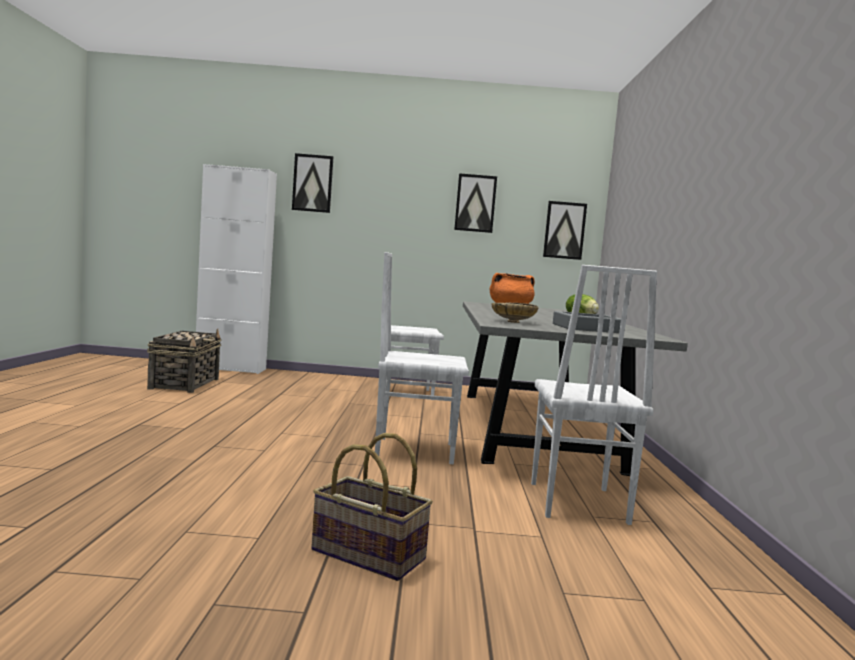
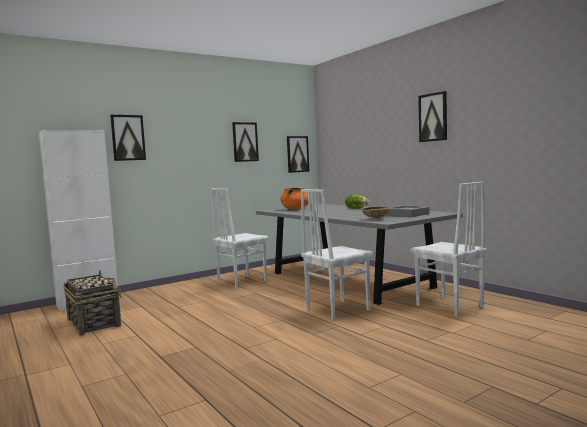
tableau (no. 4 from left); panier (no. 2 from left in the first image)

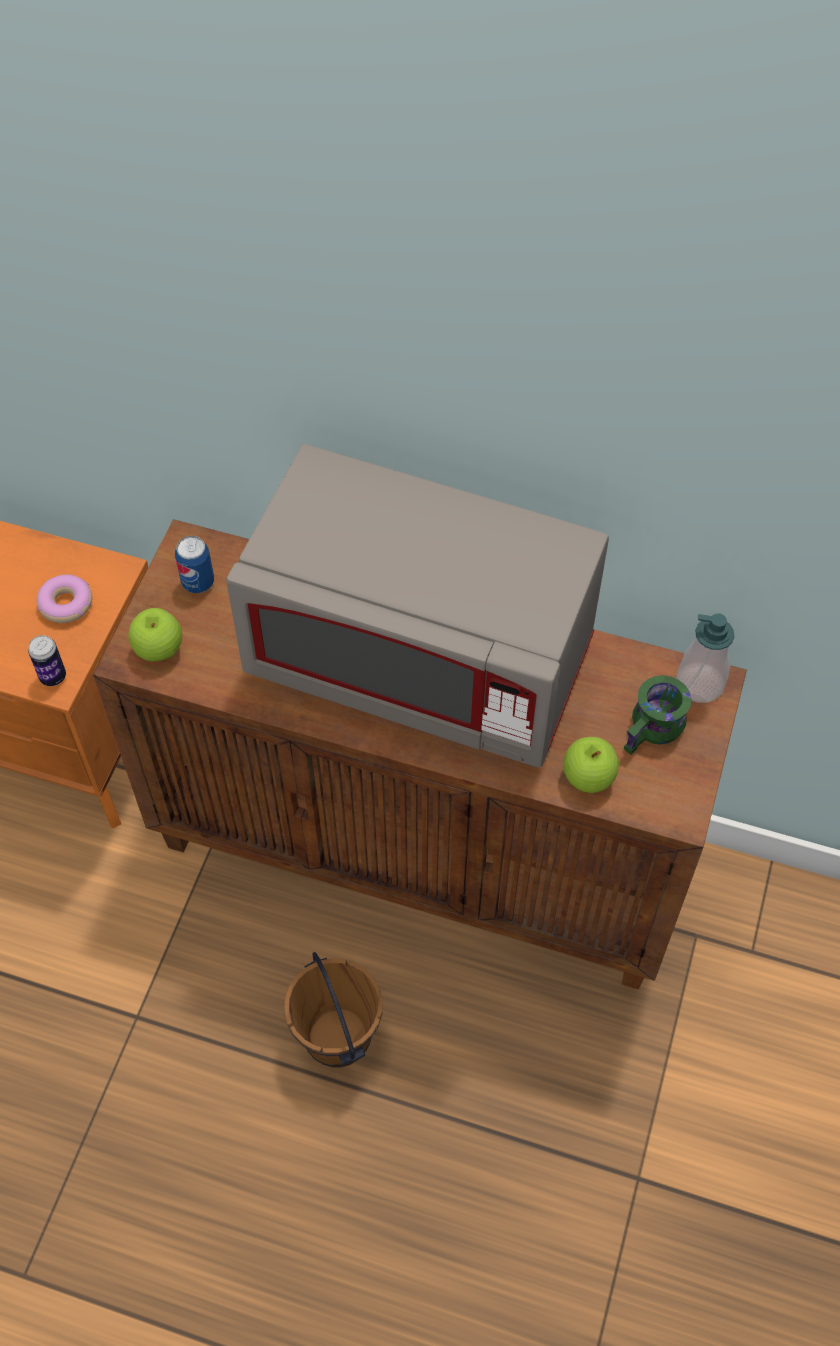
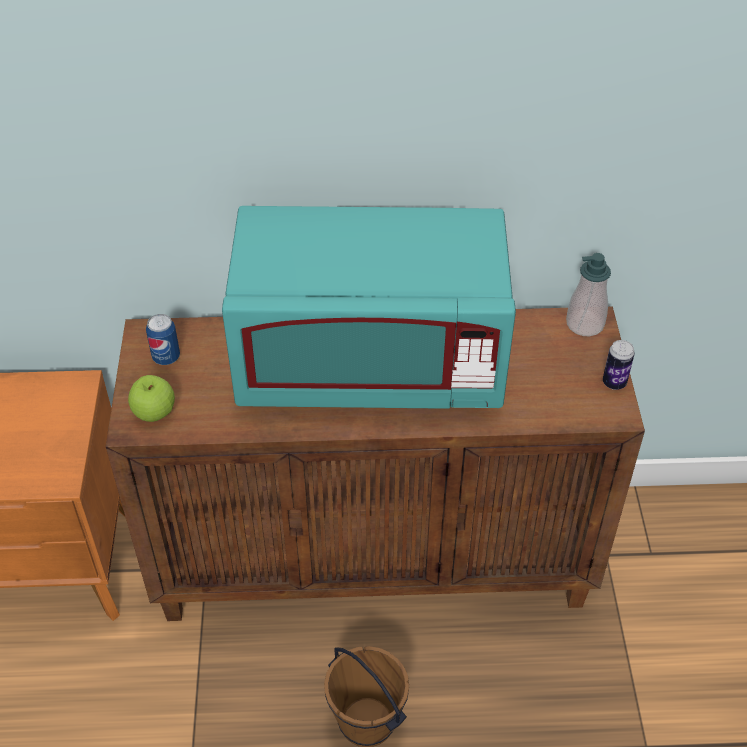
micro-ondes/turquoise; boîte métallique (no. 2 from left); beignet; pomme (no. 2 from left in the first image); mug/vert

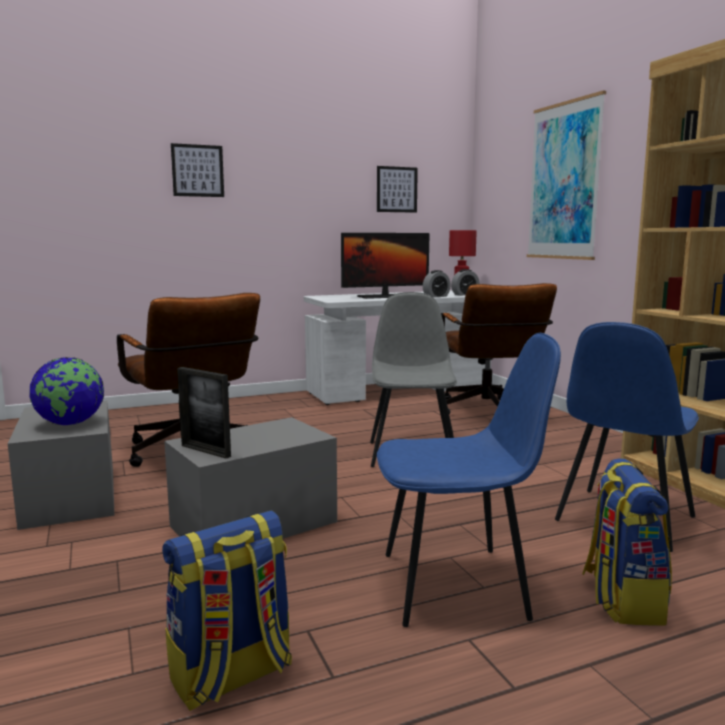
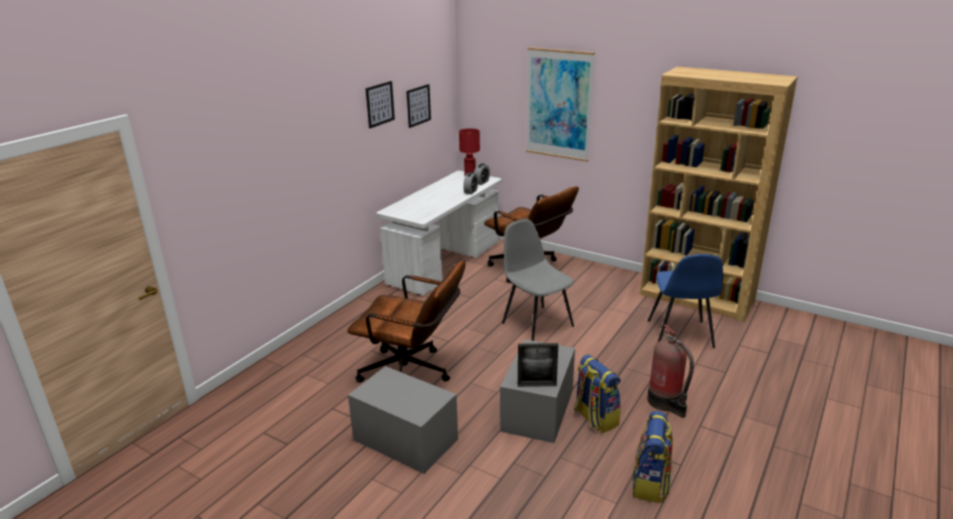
tableau (no. 1 from left); sac à dos (no. 1 from left); extincteur; globe; écran d'ordinateur

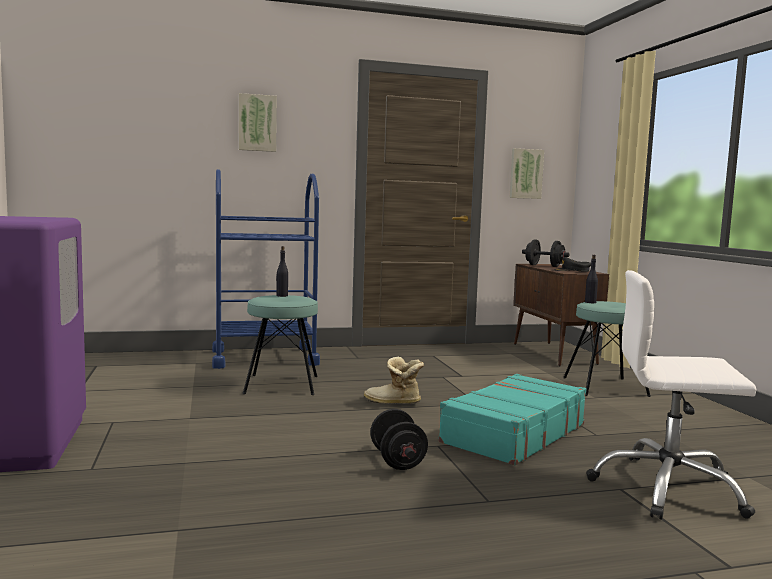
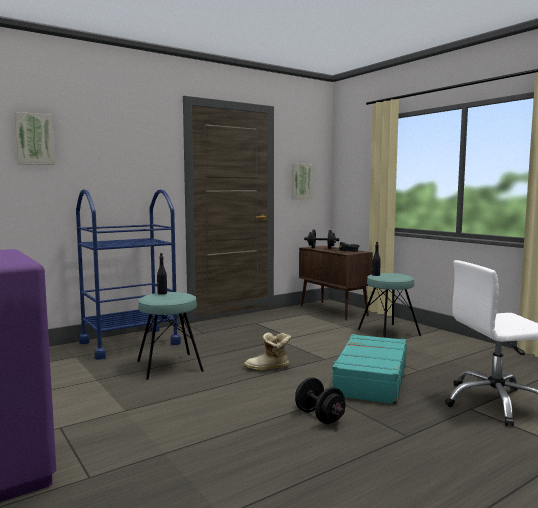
tableau (no. 1 from left)

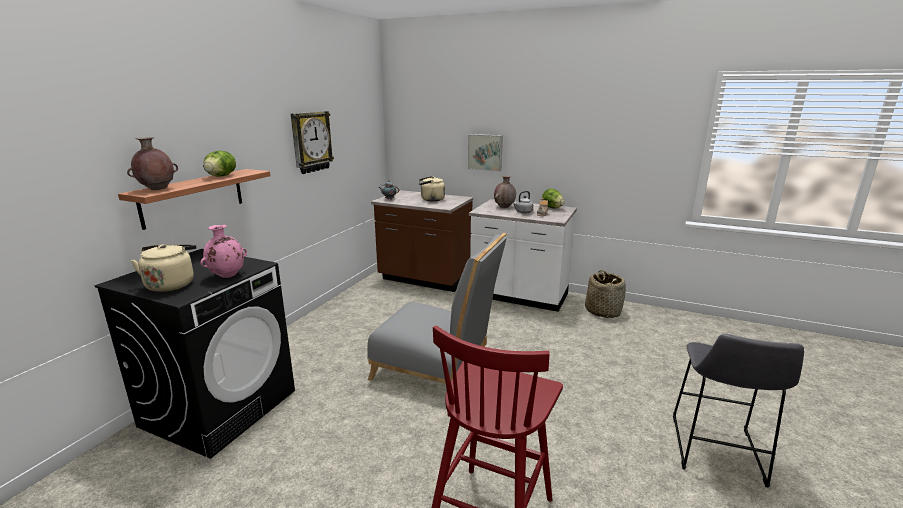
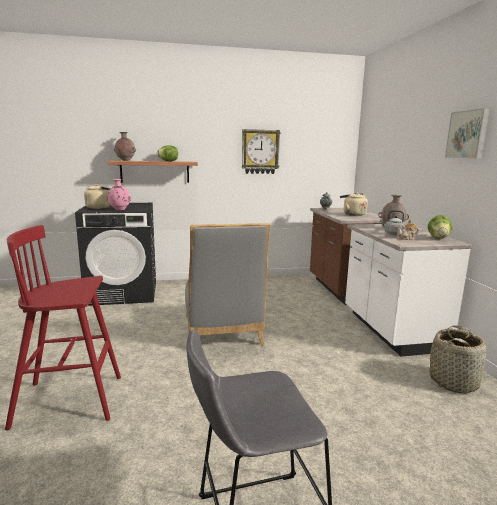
tableau

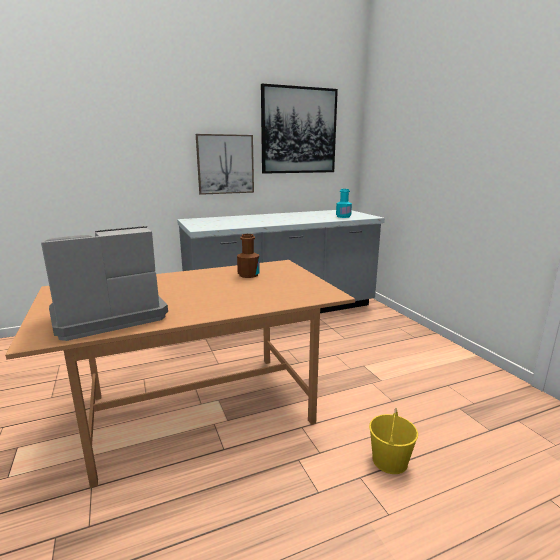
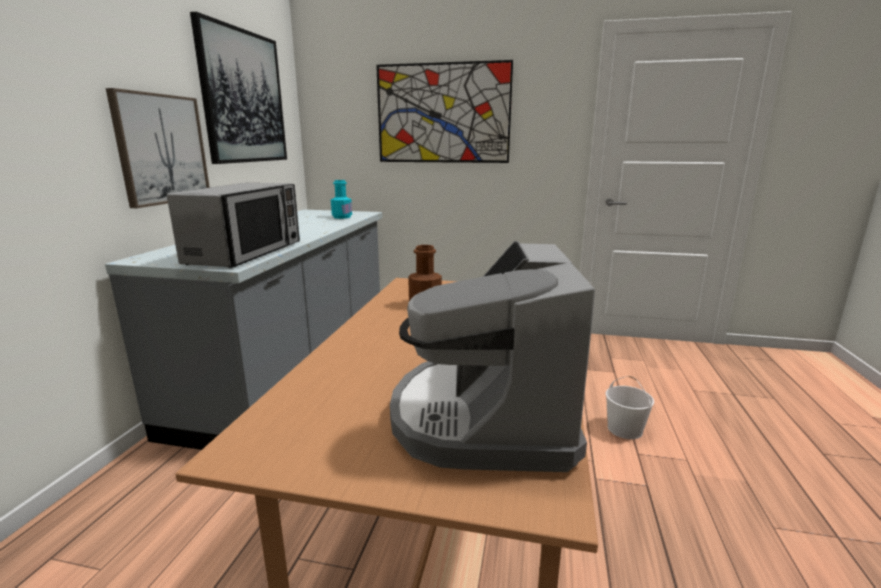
micro-ondes; tableau (no. 3 from left); seau/blanc

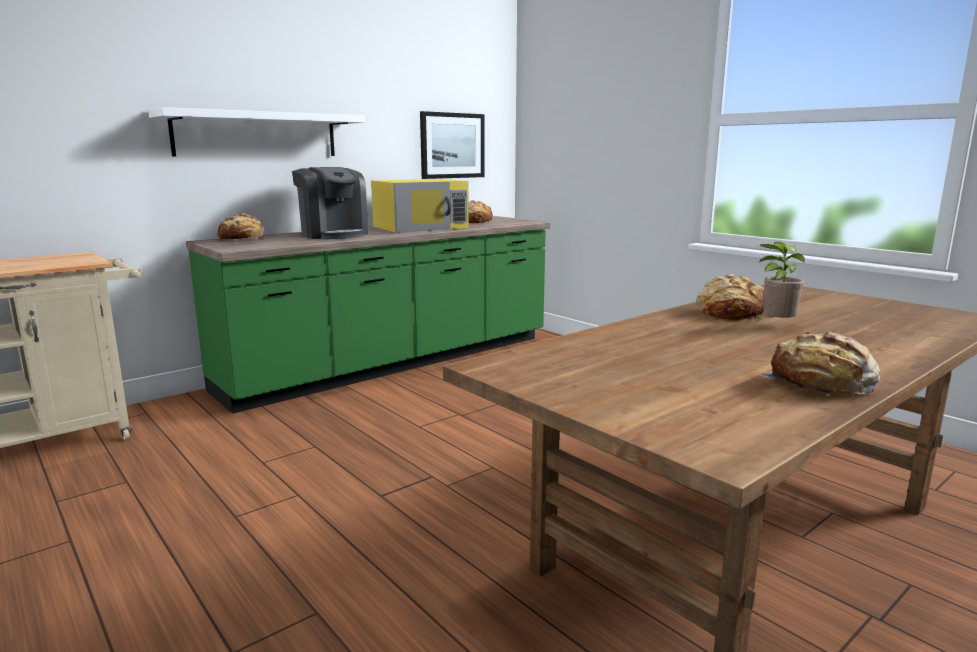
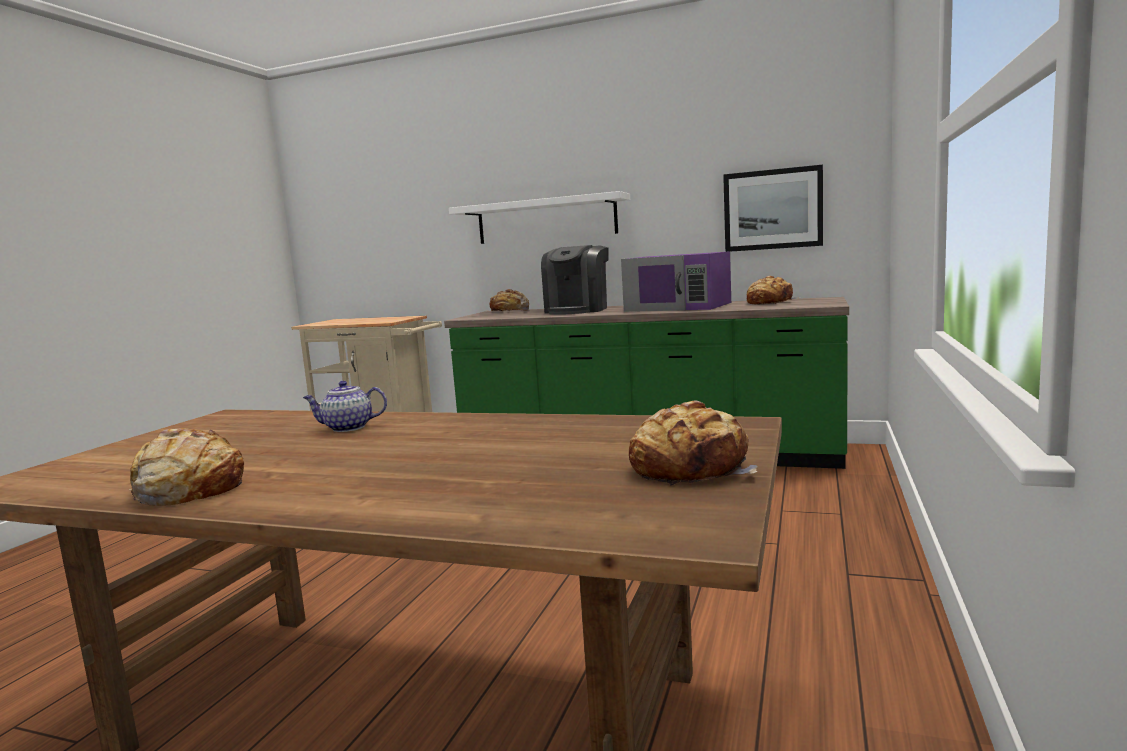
théière; micro-ondes/violet; pain (no. 3 from left); plante en pot

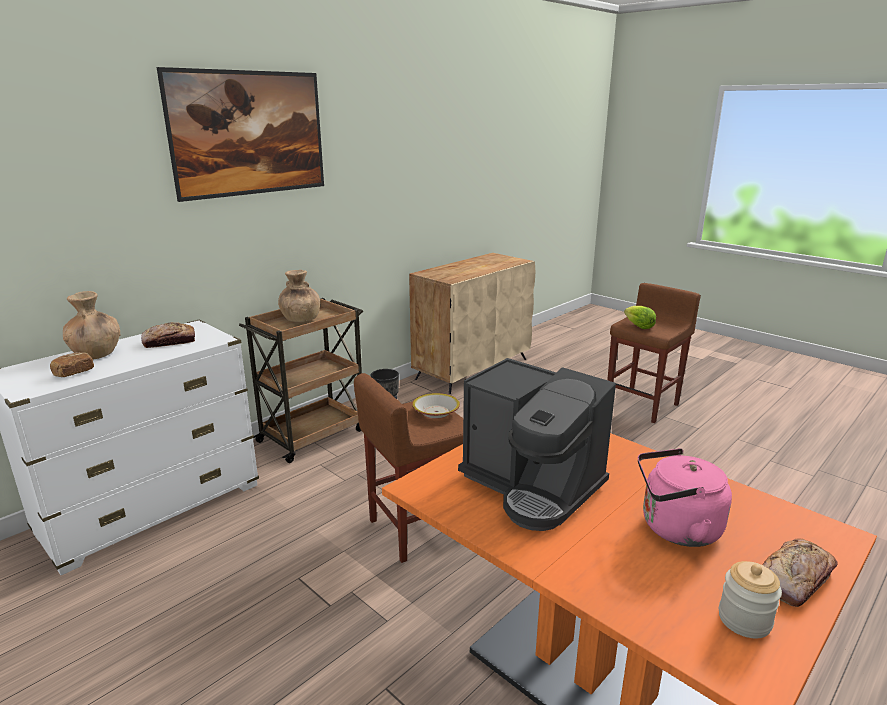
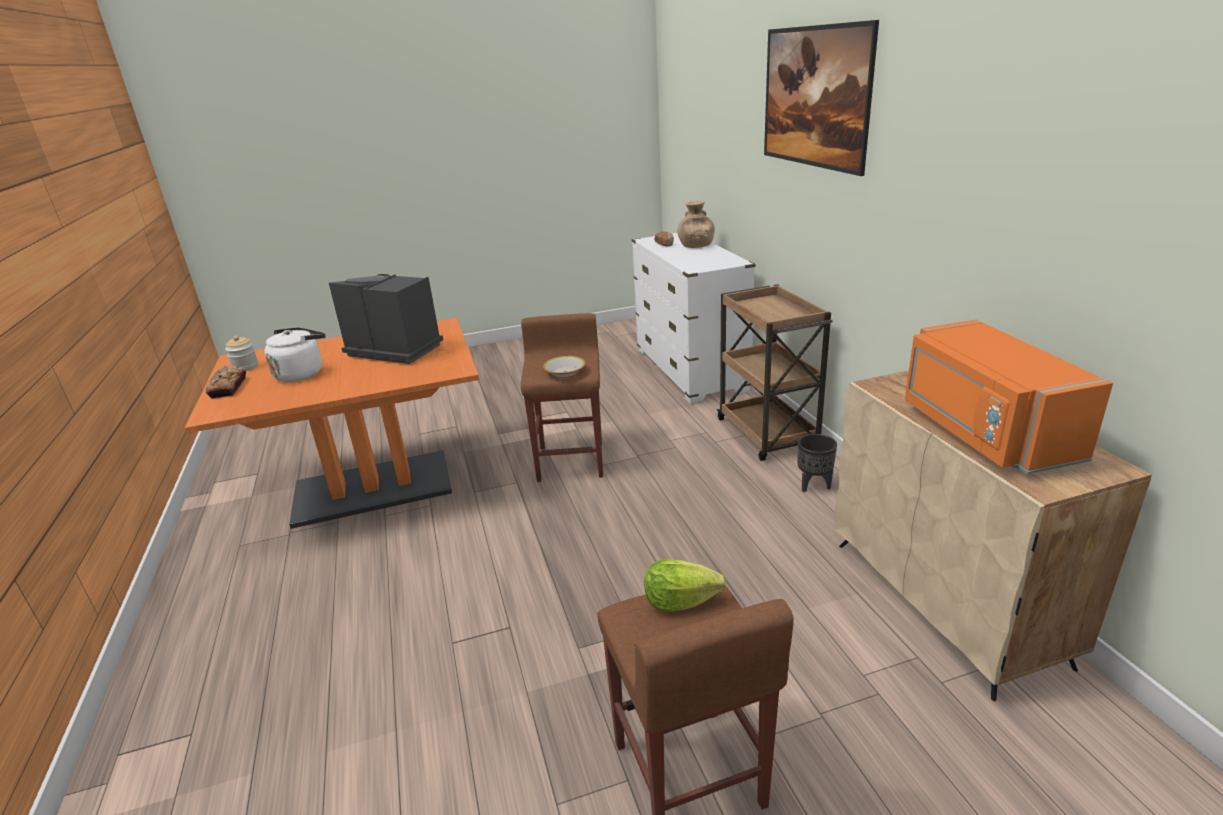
bouilloire/blanc; machine à café; micro-ondes/orange; pain (no. 2 from left in the first image); vase/marron (no. 2 from left in the first image)

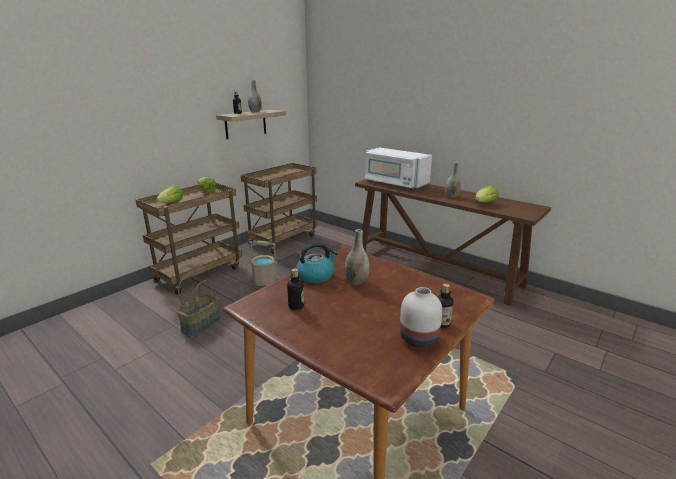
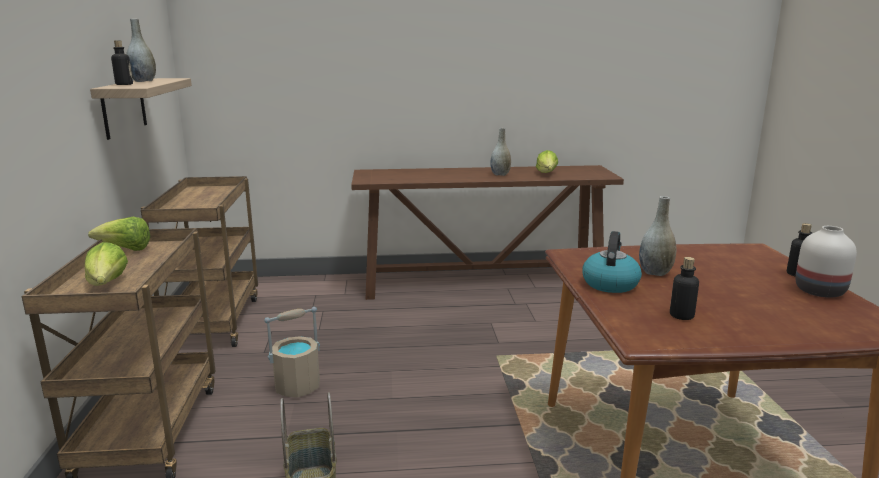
micro-ondes/blanc

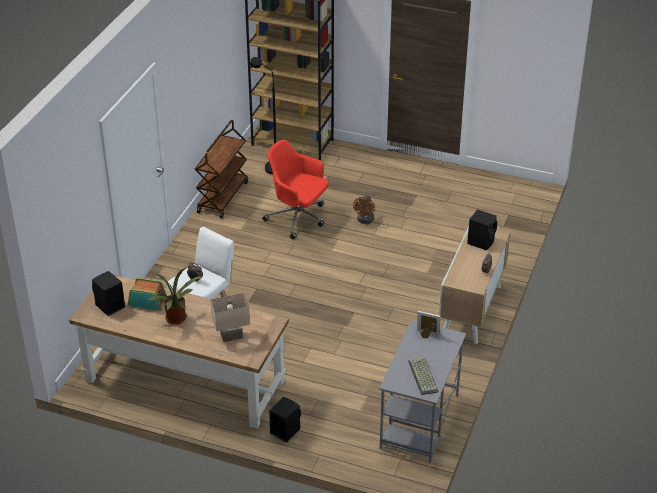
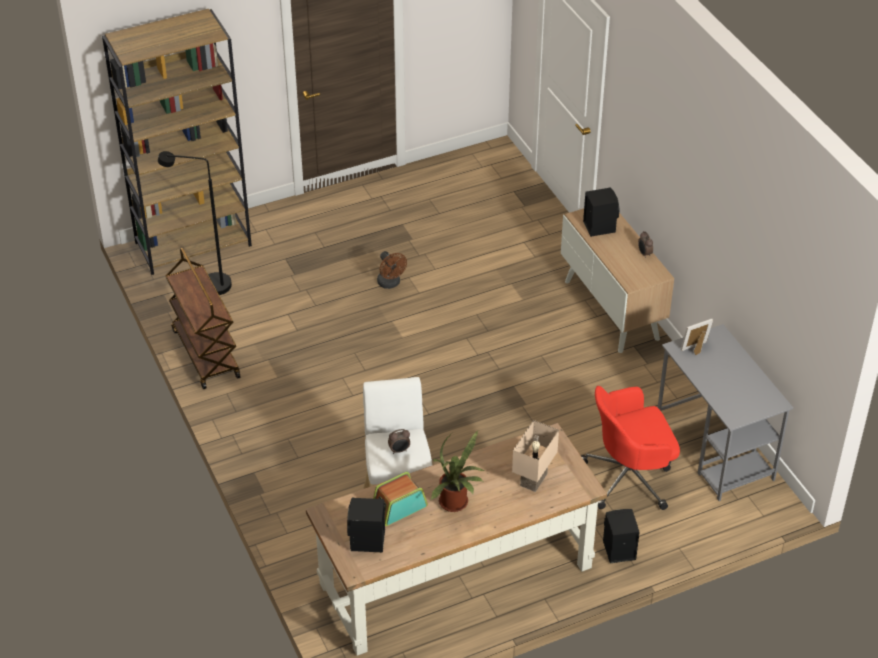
chaise de bureau/rouge; clavier

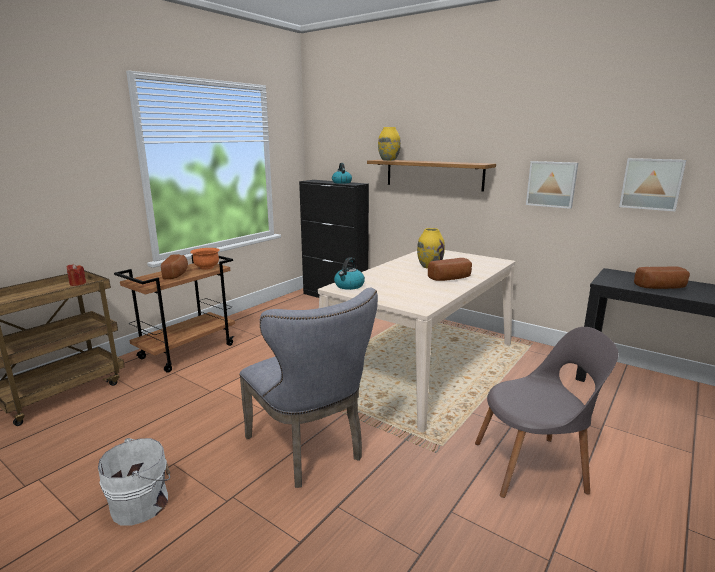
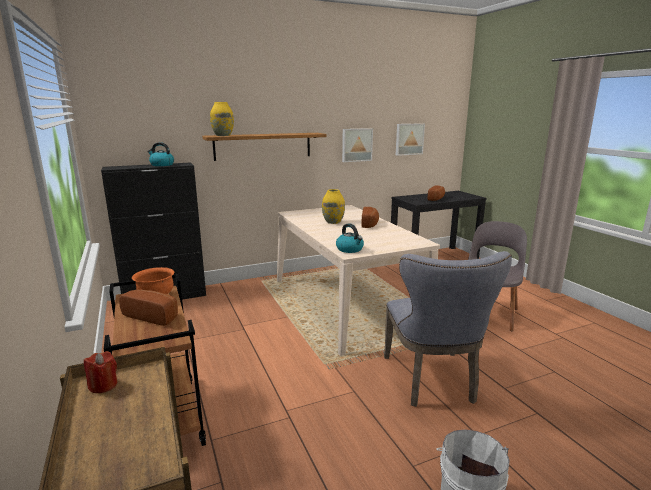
chaise/gris (no. 1 from left)

